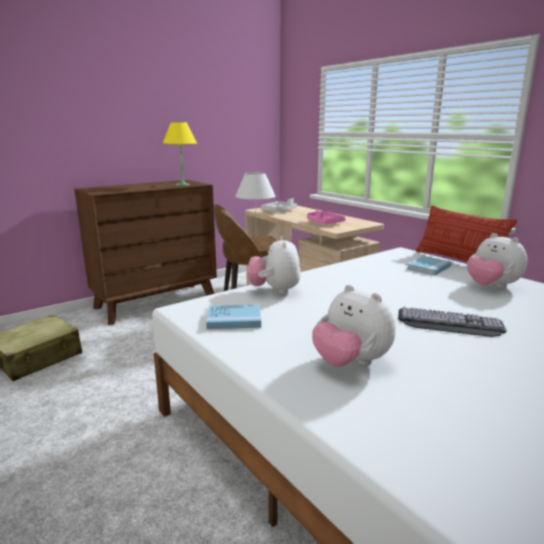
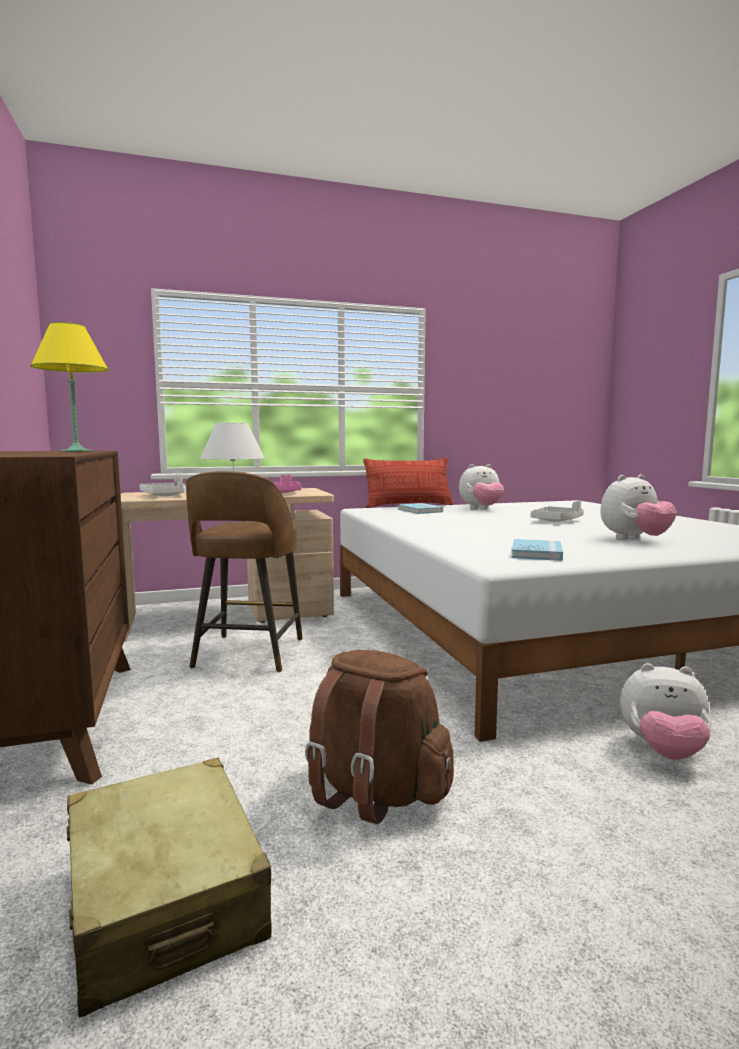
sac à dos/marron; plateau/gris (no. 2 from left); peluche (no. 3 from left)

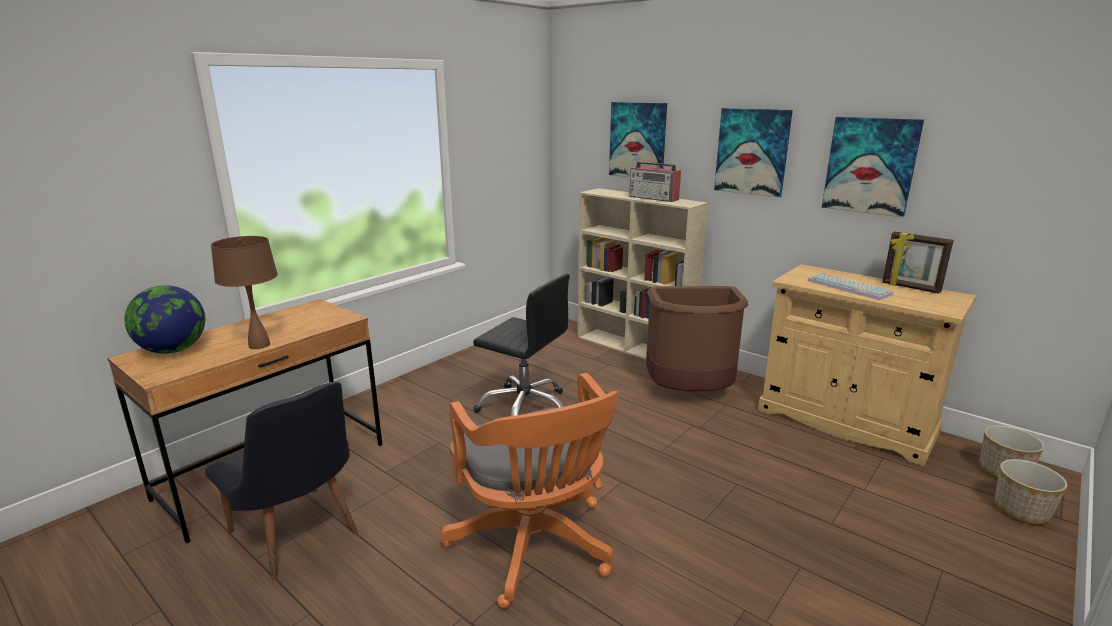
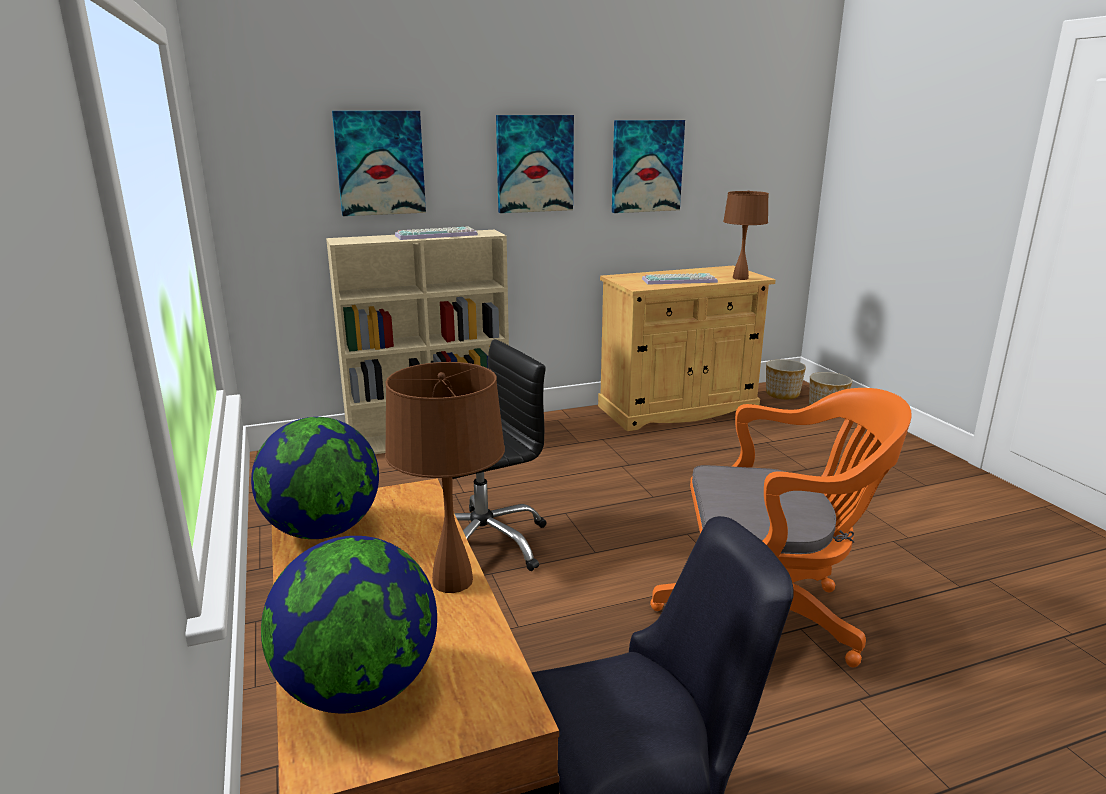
globe (no. 1 from left); clavier (no. 1 from left); lampe de table/marron (no. 2 from left); poubelle/marron; cadre photo

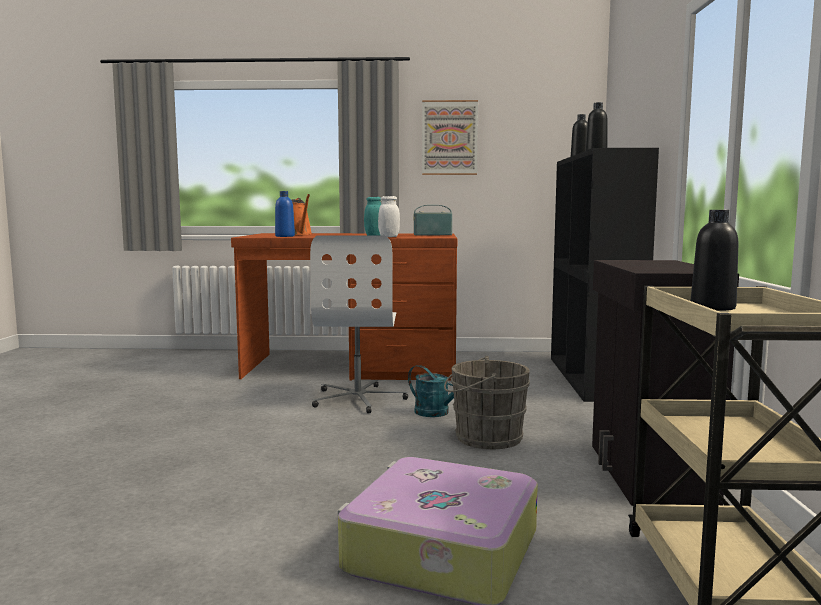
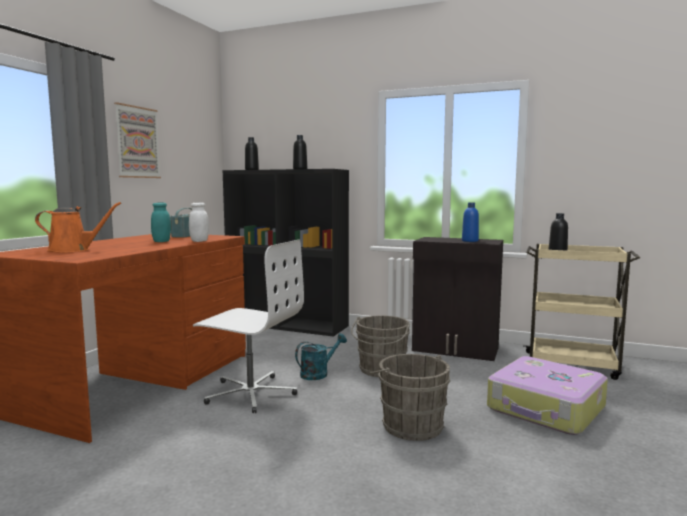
seau/gris (no. 2 from left); bouteille/bleu

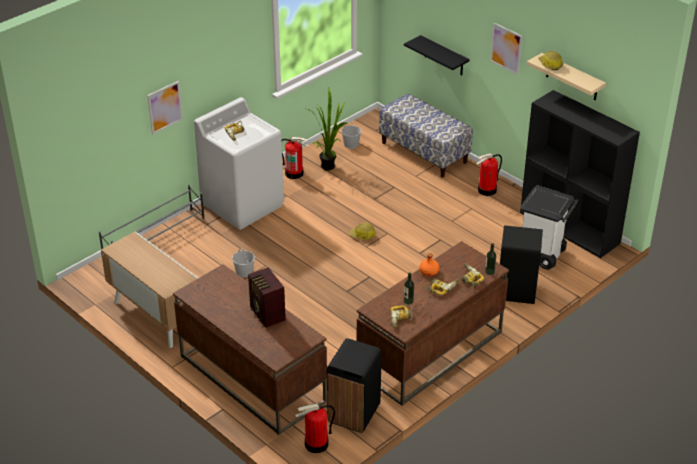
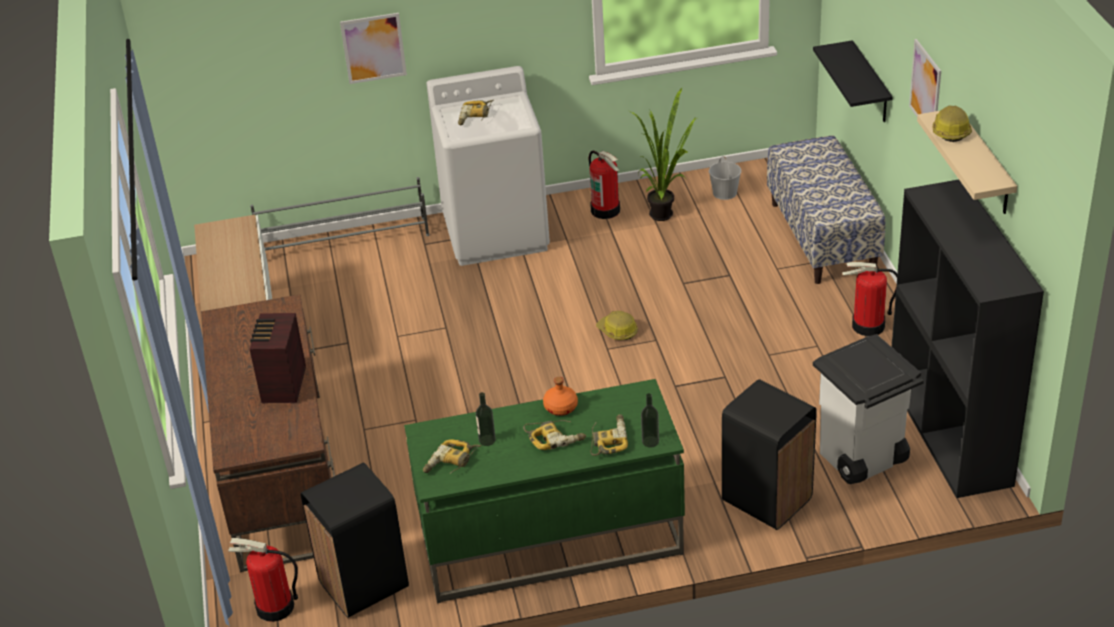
bureau/vert; seau/blanc (no. 1 from left in the first image)

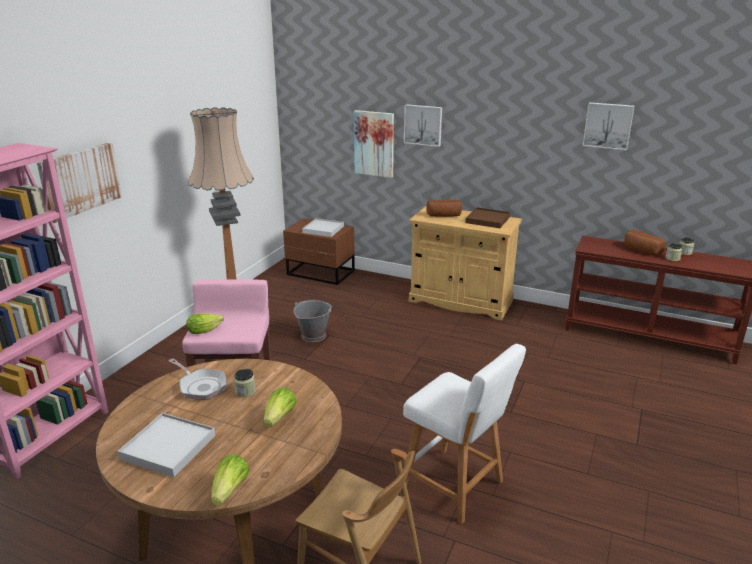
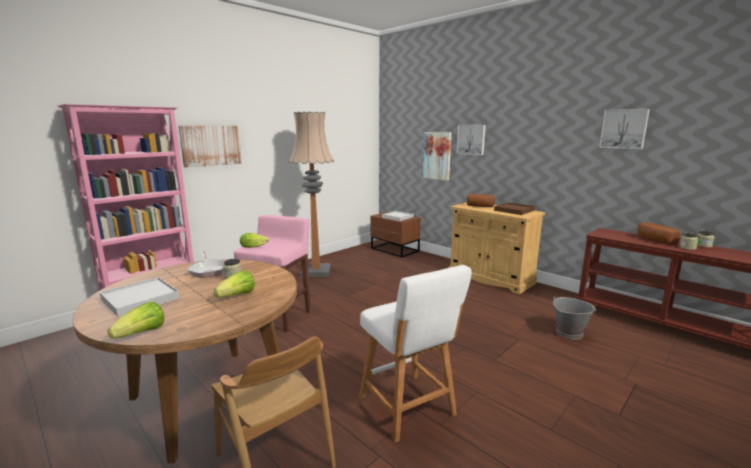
seau/gris

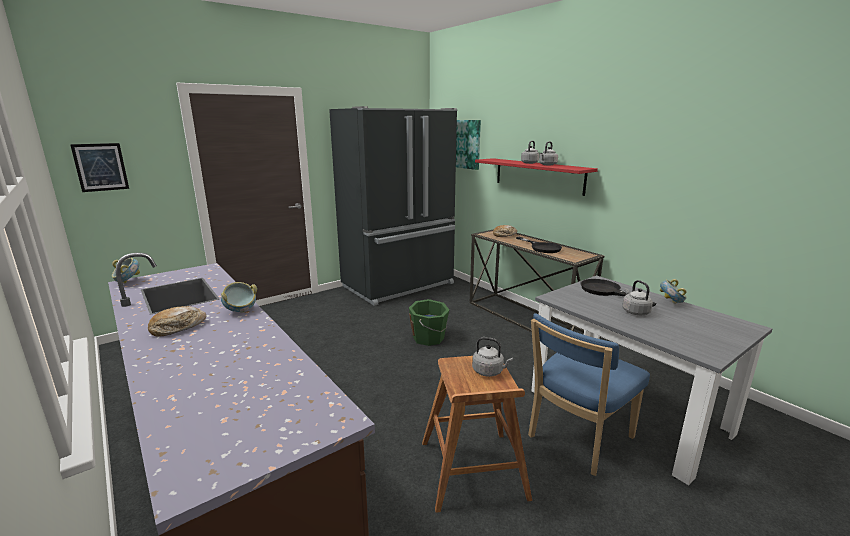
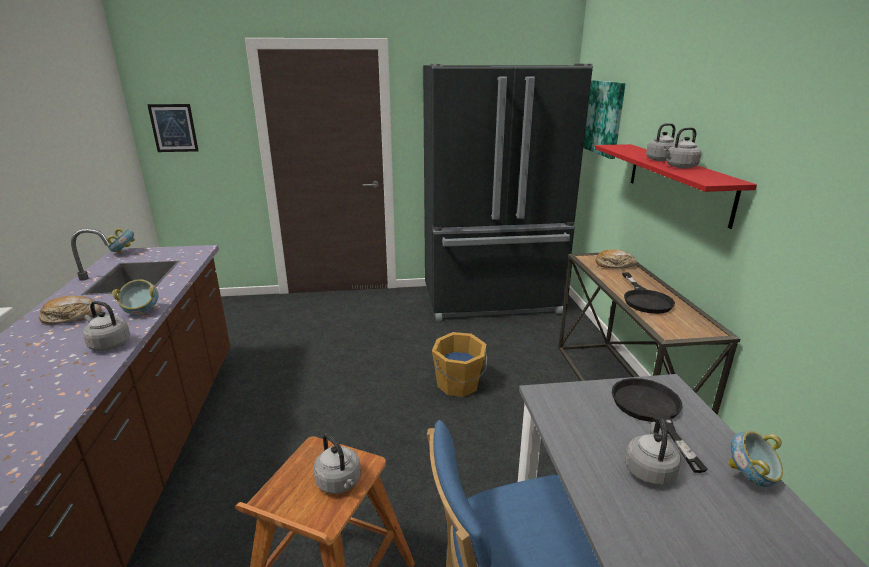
bouilloire/gris (no. 1 from left); seau/orange

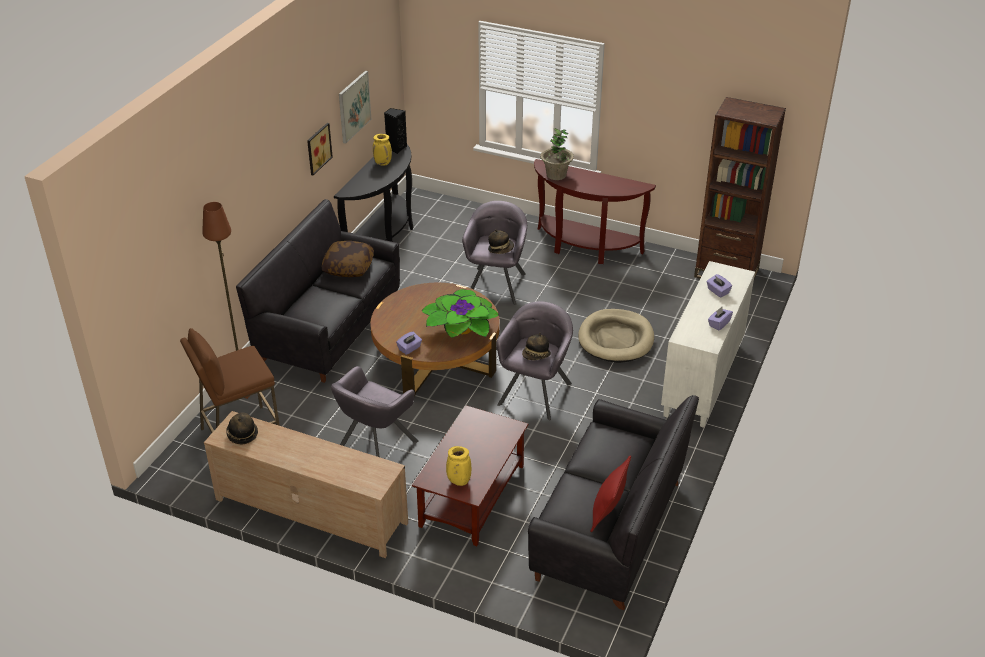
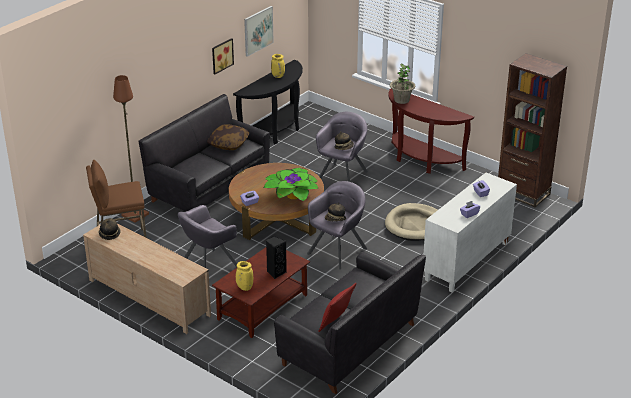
enceinte/noir

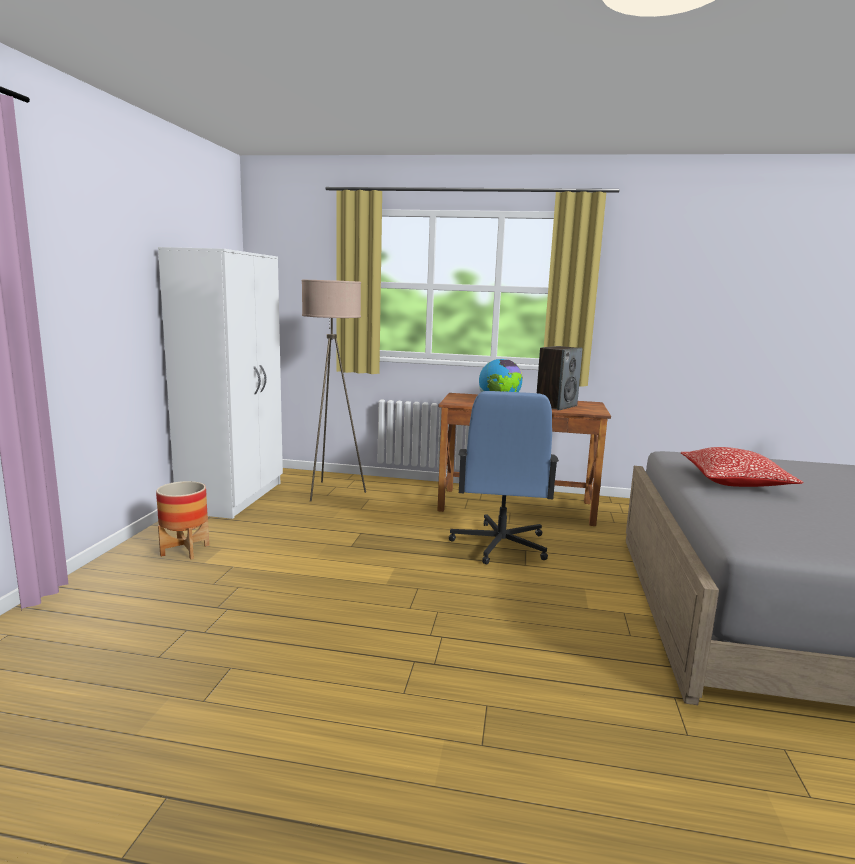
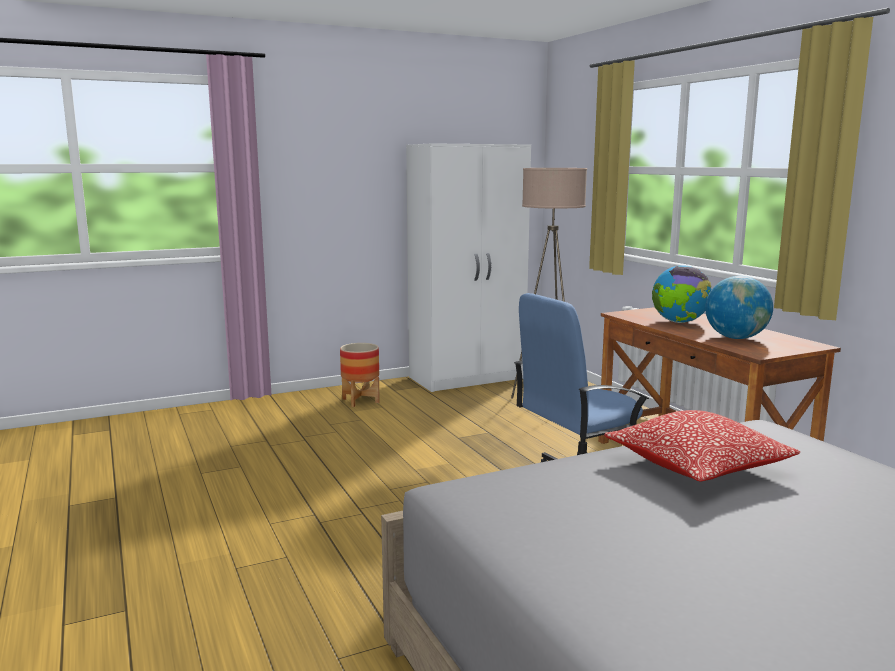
globe (no. 2 from left)

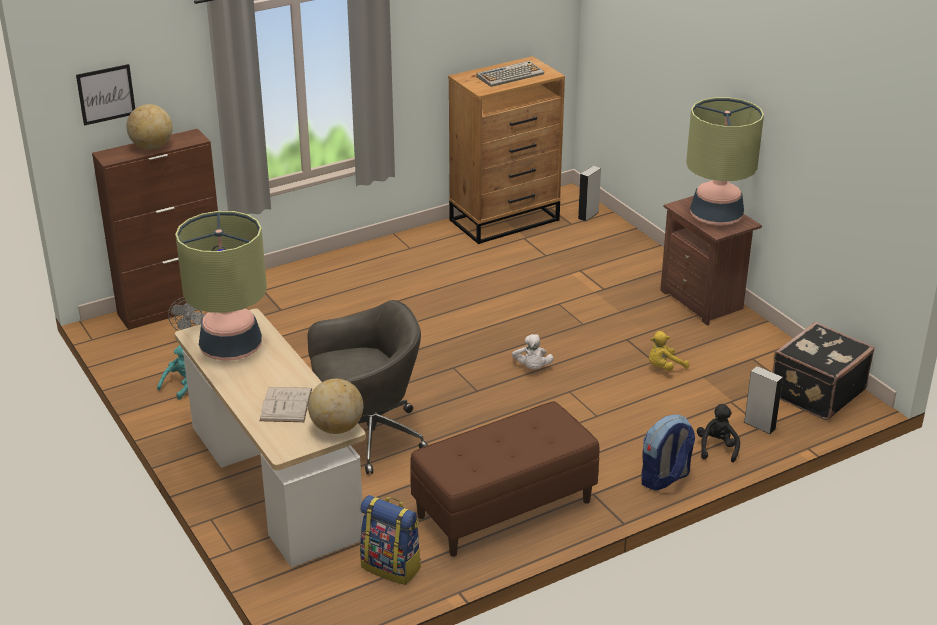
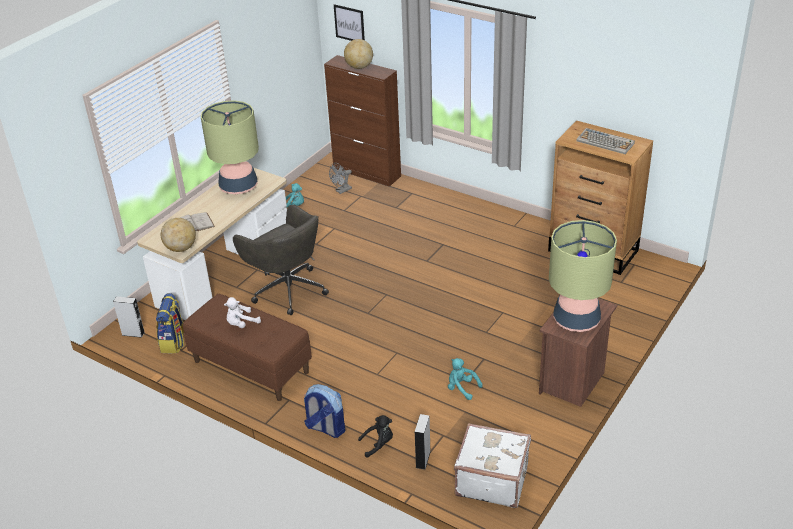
enceinte/gris (no. 1 from left); peluche/blanc; peluche/turquoise (no. 2 from left); valise/blanc

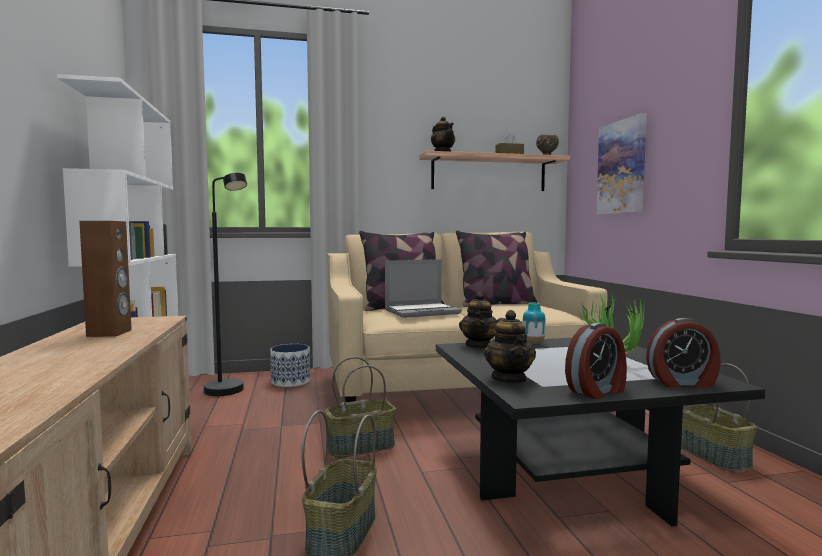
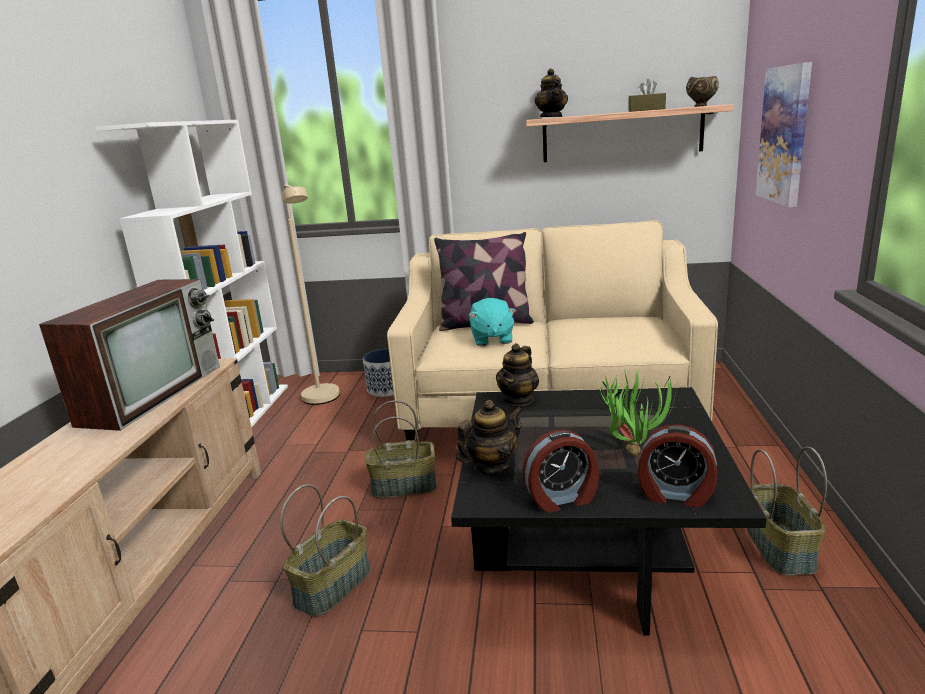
téléviseur; lampadaire/beige; théière (no. 1 from left); peluche/turquoise; coussin (no. 2 from left in the first image); vase

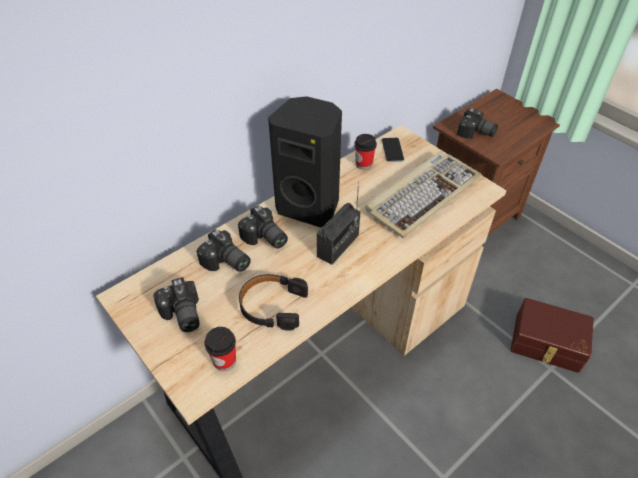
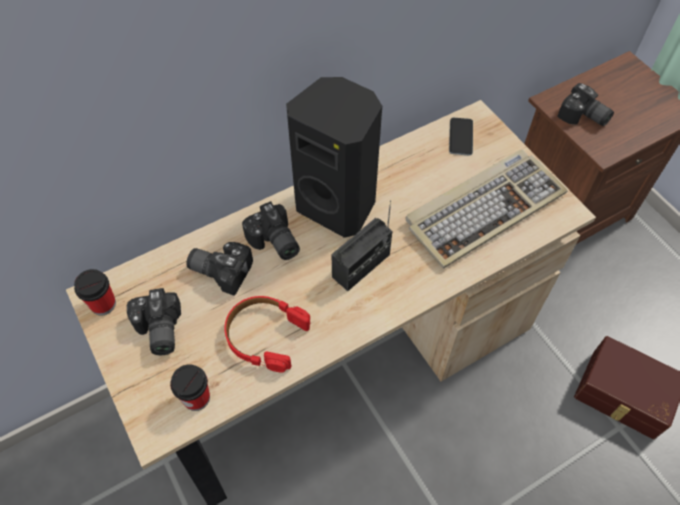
tasse (no. 1 from left); appareil photo (no. 2 from left); casque audio/rouge

